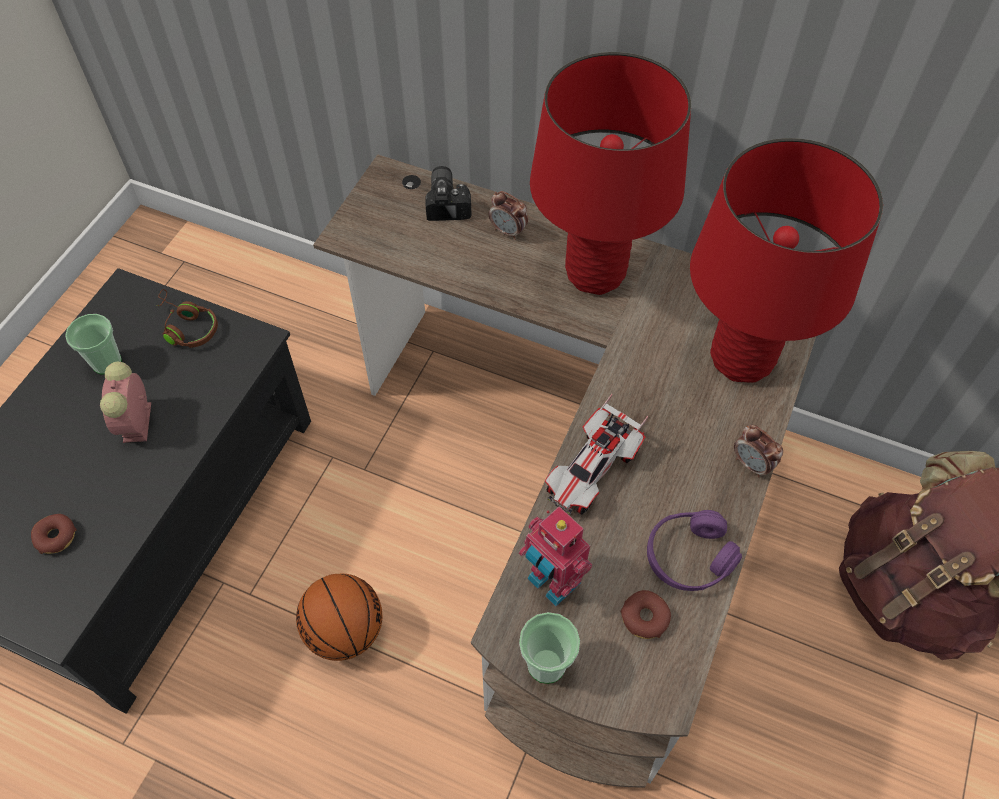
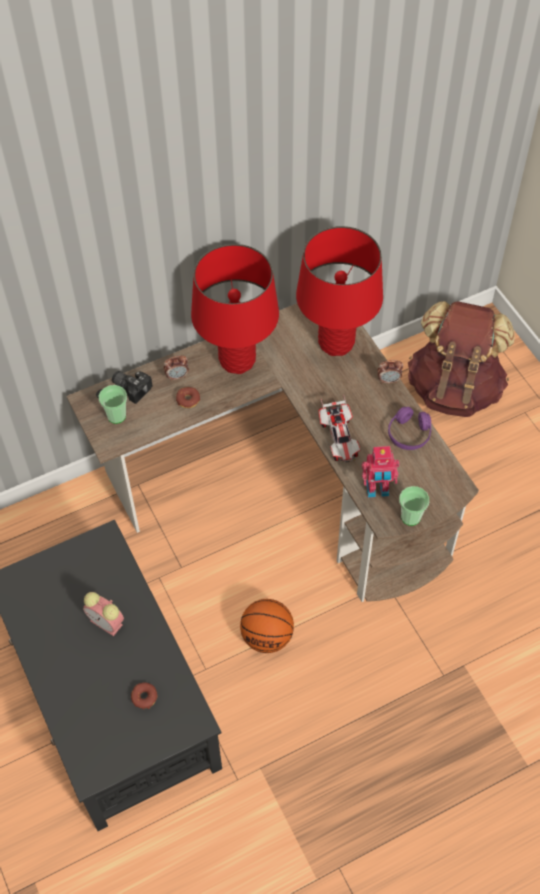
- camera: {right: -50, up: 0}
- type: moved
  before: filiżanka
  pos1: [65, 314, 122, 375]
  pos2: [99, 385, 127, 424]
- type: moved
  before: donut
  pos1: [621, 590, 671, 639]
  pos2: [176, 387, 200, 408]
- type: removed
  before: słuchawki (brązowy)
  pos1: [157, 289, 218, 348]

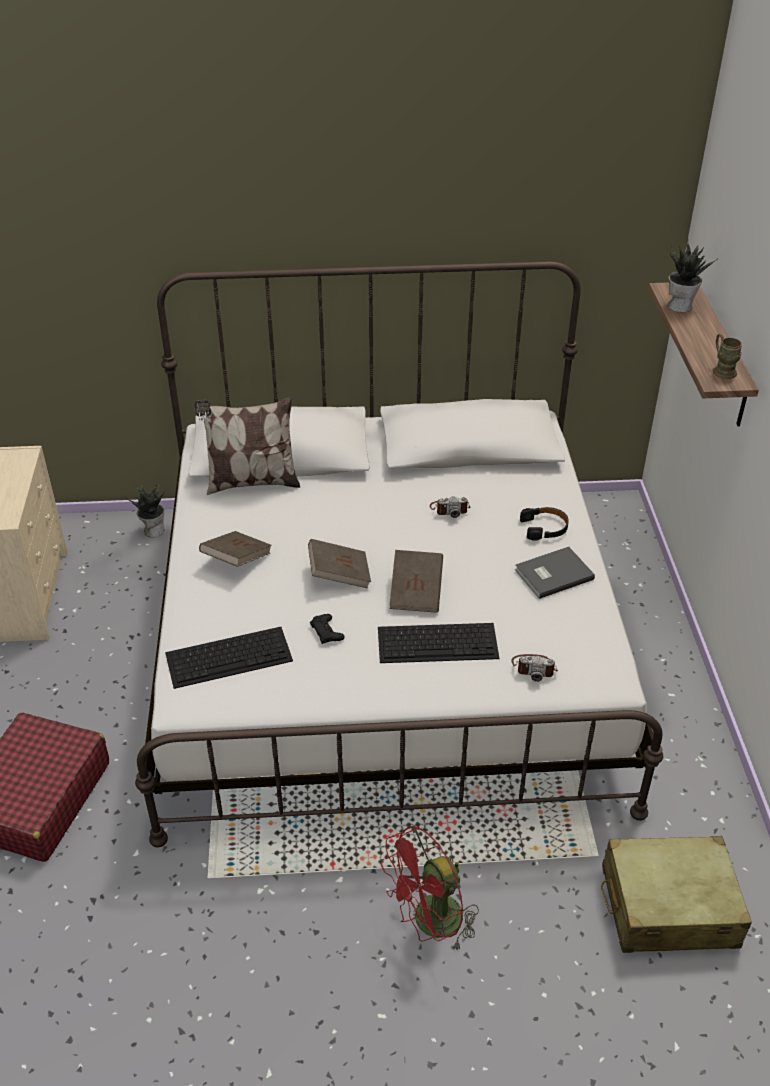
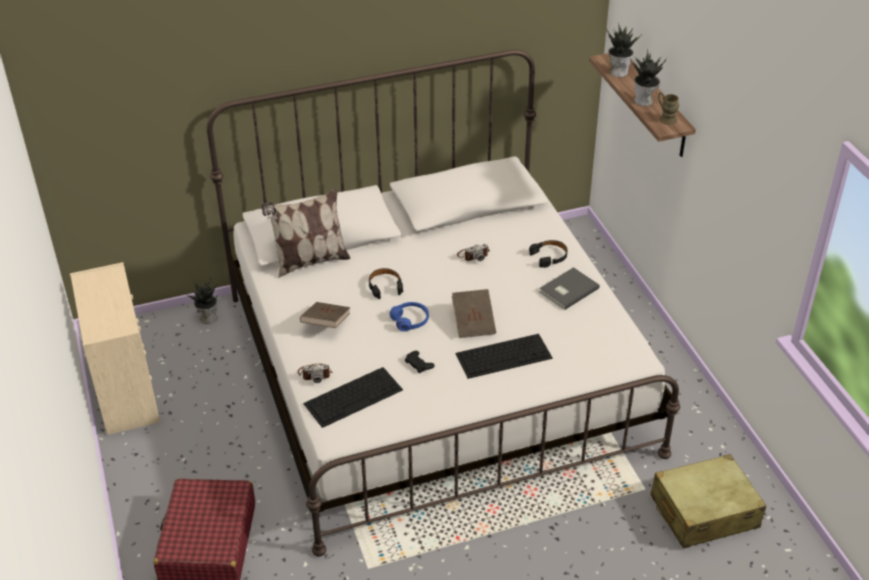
- camera: {right: -15, up: 0}
- type: moved
  before: aparat fotograficzny
  pos1: [511, 654, 558, 682]
  pos2: [298, 364, 333, 383]
- type: added
  after: słuchawki (czarny)
  pos2: [369, 268, 403, 299]
- type: replaced
  before: książka (brązowy)
  after: słuchawki (niebieski)
  pos1: [308, 539, 371, 588]
  pos2: [390, 302, 429, 331]
- type: added
  after: roślina doniczkowa
  pos2: [630, 49, 667, 106]
- type: removed
  before: wentylator (czerwony)
  pos1: [381, 825, 479, 952]

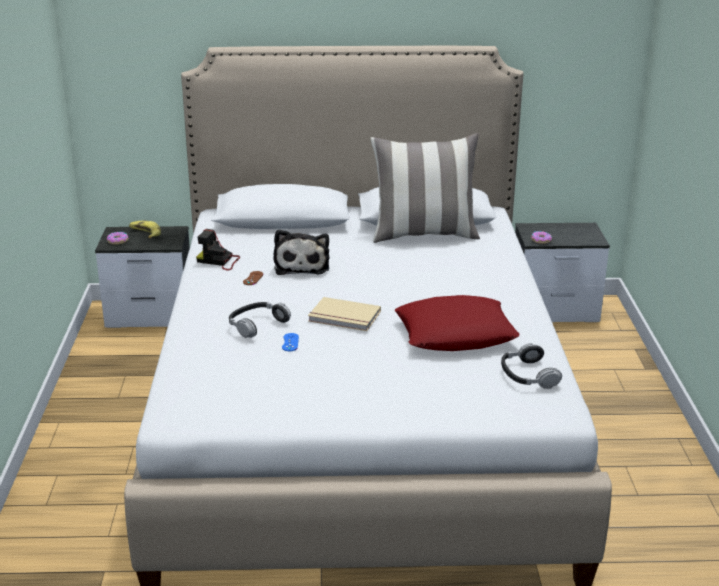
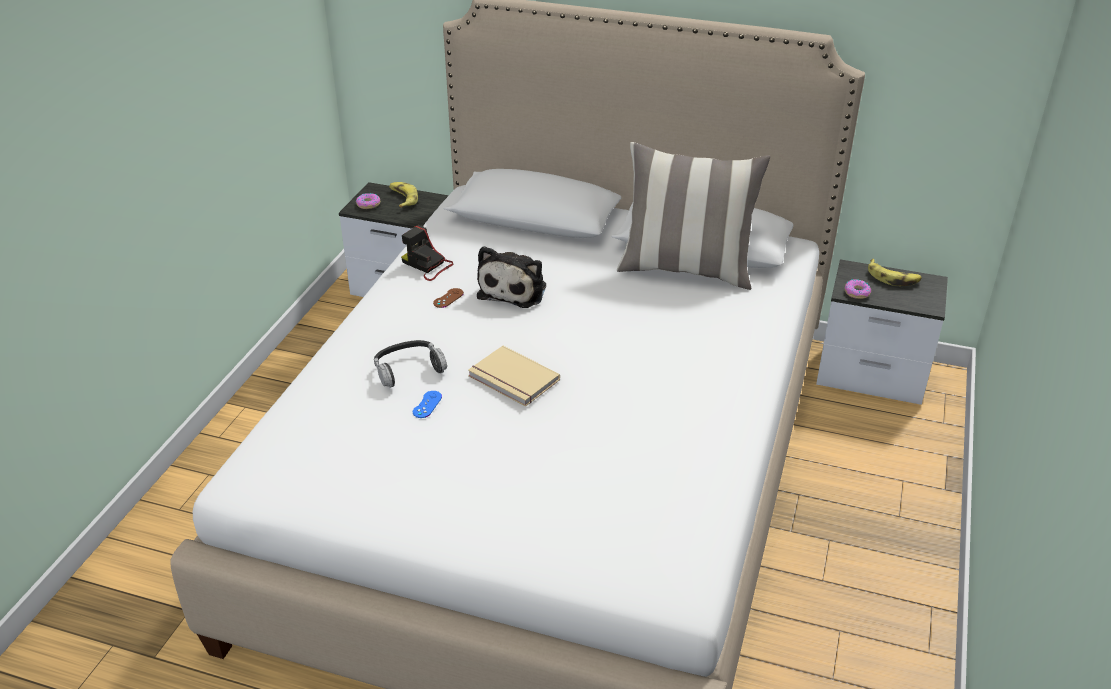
- camera: {right: 20, up: 10}
- type: added
  after: banan
  pos2: [868, 259, 922, 286]
- type: removed
  before: poduszka (czerwony)
  pos1: [395, 295, 519, 351]
- type: removed
  before: słuchawki
  pos1: [501, 343, 562, 389]

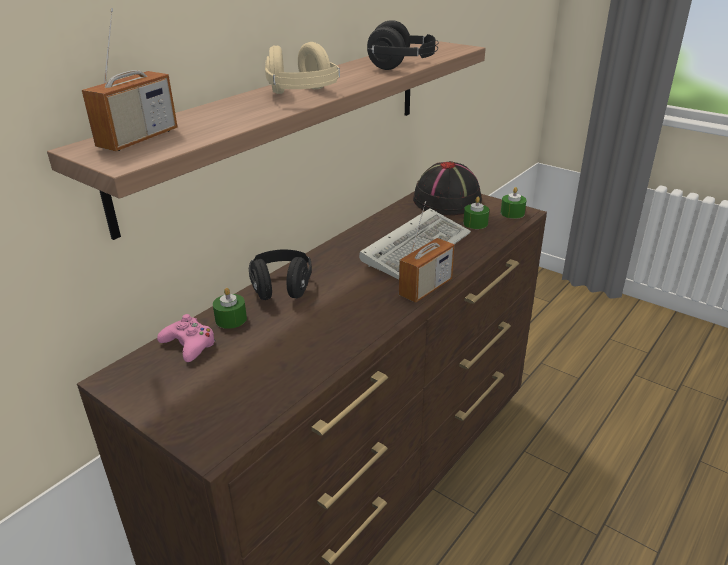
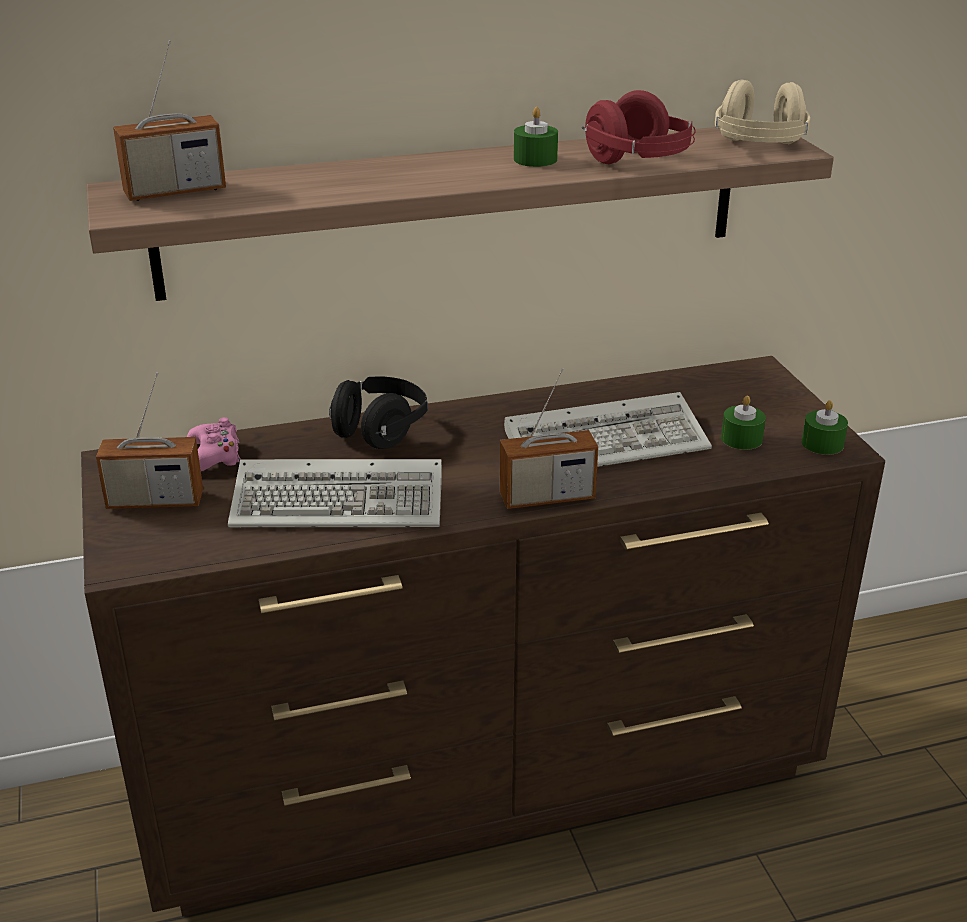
- camera: {right: 35, up: 0}
- type: added
  after: radio
  pos2: [96, 372, 203, 509]
- type: added
  after: klawiatura
  pos2: [228, 459, 442, 527]
- type: moved
  before: świeca (zielony)
  pos1: [213, 288, 247, 329]
  pos2: [514, 107, 558, 167]
- type: recoloured
  before: słuchawki (czarny)
  after: słuchawki (czerwony)
  pos1: [367, 20, 439, 70]
  pos2: [582, 90, 696, 164]
- type: moved
  before: słuchawki (beżowy)
  pos1: [265, 42, 340, 94]
  pos2: [715, 79, 810, 144]
- type: removed
  before: kapelusz (czarny)
  pos1: [413, 161, 482, 215]

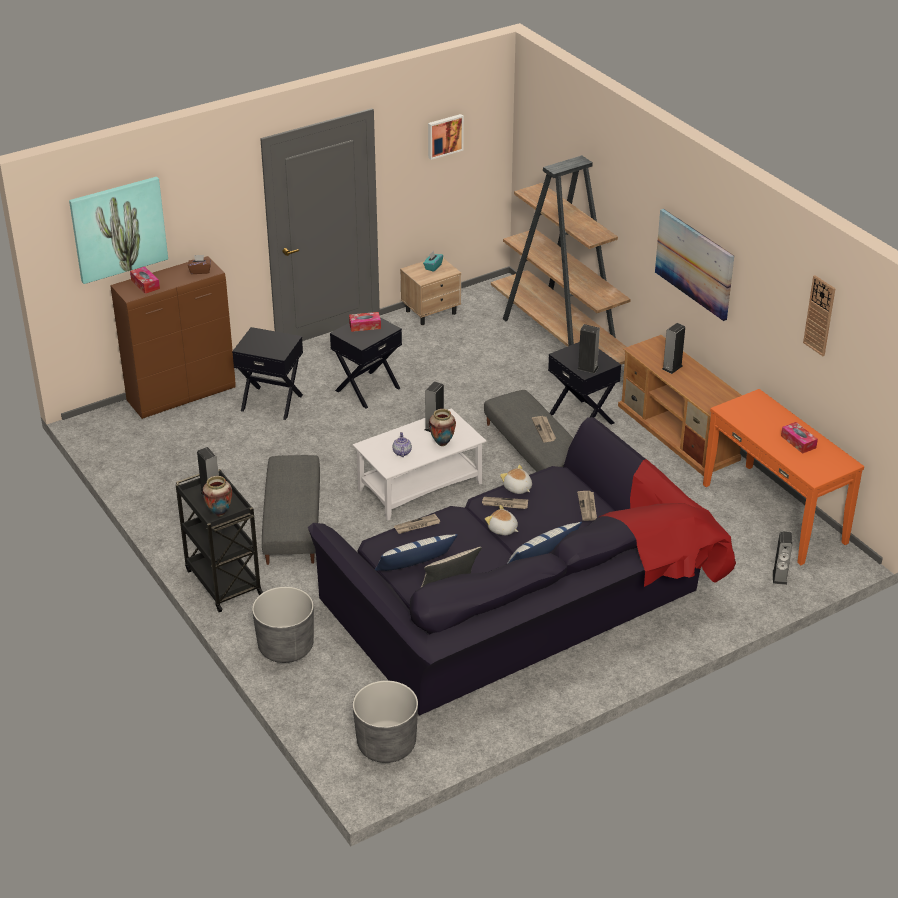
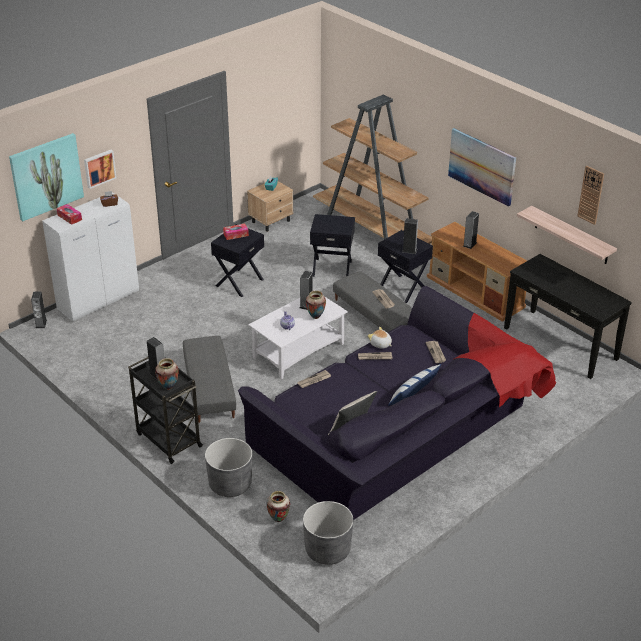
- camera: {right: -10, up: 0}
- type: moved
  before: głośnik
  pos1: [773, 531, 792, 585]
  pos2: [31, 291, 47, 328]
- type: recoloured
  before: szafka (brązowy)
  after: szafka (biały)
  pos1: [110, 256, 236, 419]
  pos2: [42, 192, 139, 322]
- type: moved
  before: obraz
  pos1: [428, 114, 464, 160]
  pos2: [84, 150, 117, 189]
- type: added
  after: wazon
  pos2: [266, 491, 290, 522]
- type: moved
  before: stolik (czarny)
  pos1: [232, 327, 303, 420]
  pos2: [310, 214, 355, 277]
- type: recoloured
  before: stolik konsolowy (pomarańczowy)
  after: stolik konsolowy (czarny)
  pos1: [703, 389, 864, 565]
  pos2: [504, 254, 632, 379]
- type: added
  after: półka
  pos2: [517, 206, 617, 264]
- type: removed
  before: poduszka
  pos1: [375, 534, 458, 571]
- type: removed
  before: pluszak
  pos1: [485, 505, 518, 535]
- type: removed
  before: pudełko chusteczek
  pos1: [781, 422, 818, 454]

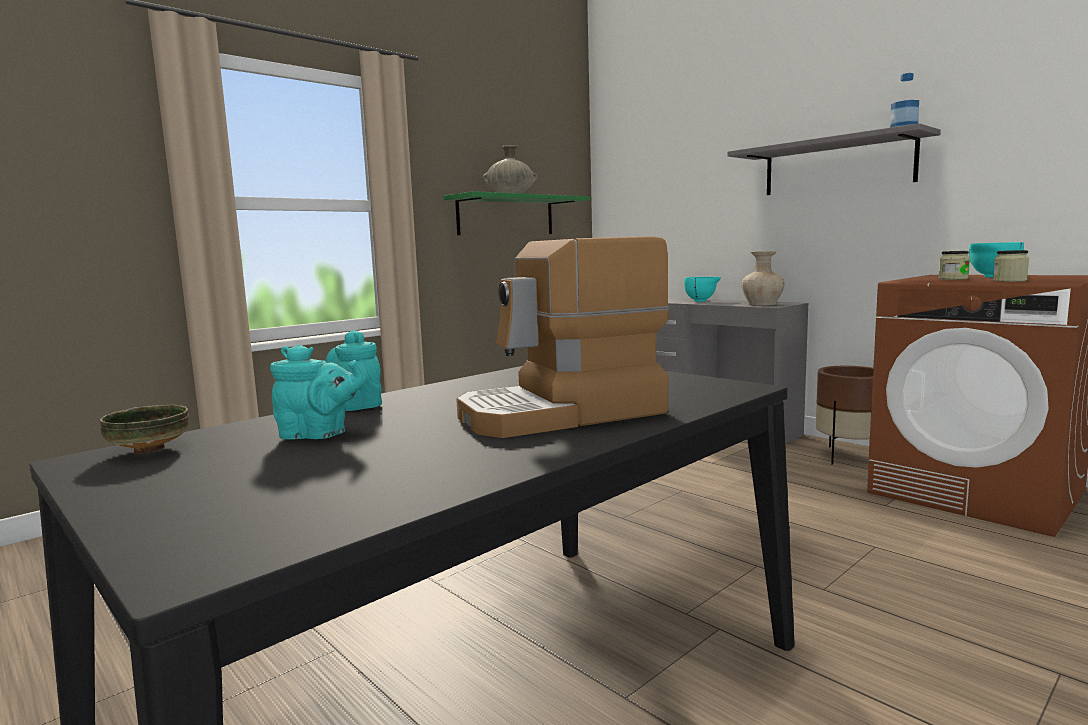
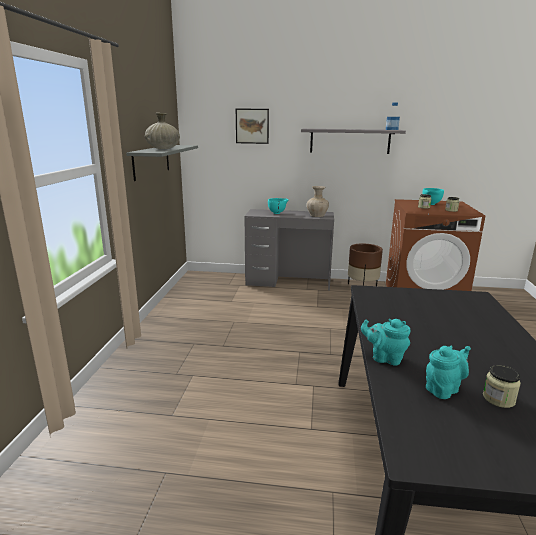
- camera: {right: -40, up: 10}
- type: recoloured
  before: półka (zielony)
  after: półka (szary)
  pos1: [443, 191, 590, 235]
  pos2: [126, 145, 198, 181]
- type: added
  after: obraz
  pos2: [236, 109, 269, 144]
- type: added
  after: słoik
  pos2: [483, 365, 521, 408]
- type: removed
  before: miska
  pos1: [100, 405, 189, 454]
- type: removed
  before: ekspres do kawy
  pos1: [456, 236, 670, 438]

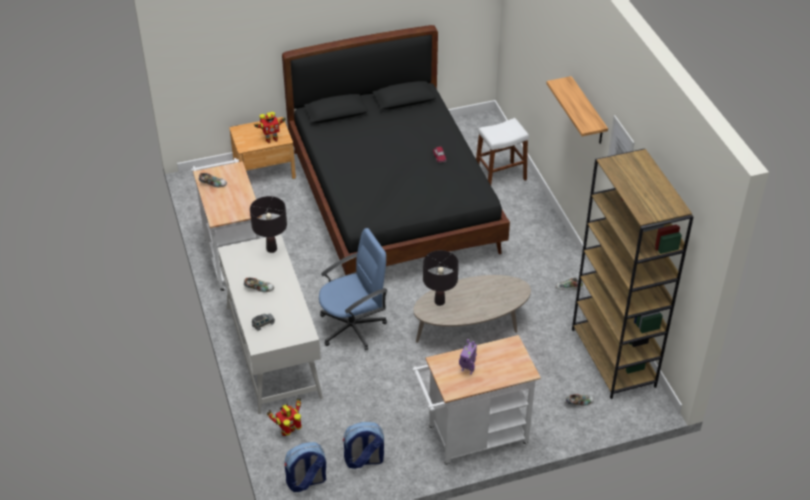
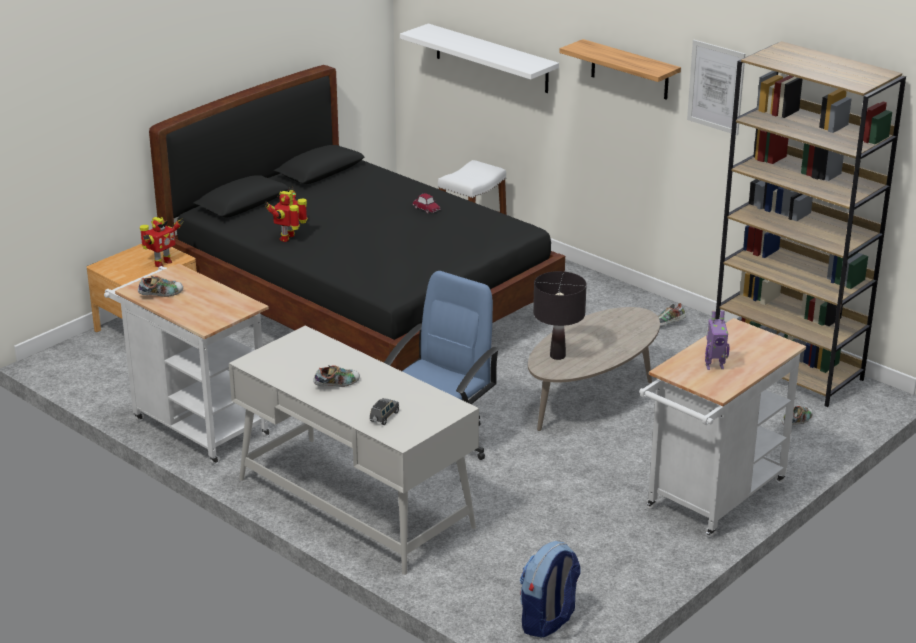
- camera: {right: -30, up: -15}
- type: moved
  before: robot zabawkowy
  pos1: [267, 398, 302, 436]
  pos2: [265, 187, 308, 242]
- type: added
  after: półka (biały)
  pos2: [400, 23, 559, 93]
- type: removed
  before: lampa stołowa (czarny)
  pos1: [250, 196, 287, 253]
- type: removed
  before: plecak
  pos1: [343, 422, 384, 469]

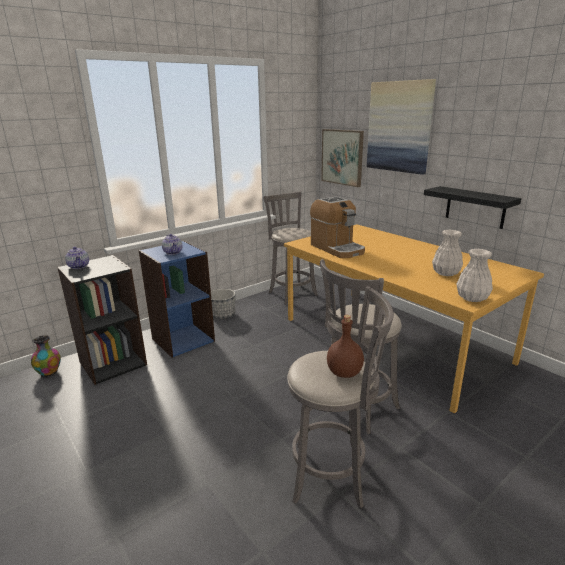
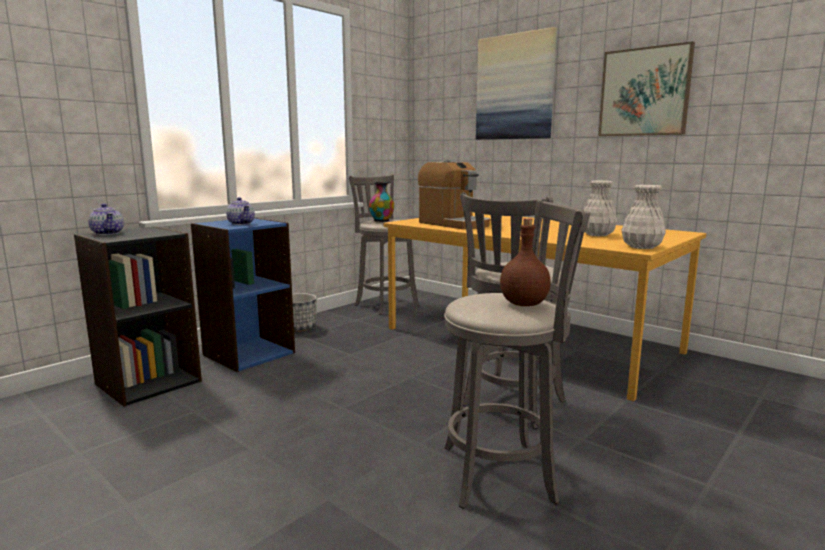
- camera: {right: -10, up: -10}
- type: moved
  before: wazon
  pos1: [31, 335, 61, 377]
  pos2: [369, 182, 394, 222]
- type: moved
  before: obraz
  pos1: [321, 129, 364, 187]
  pos2: [599, 41, 695, 136]
- type: removed
  before: półka (czarny)
  pos1: [424, 186, 521, 229]

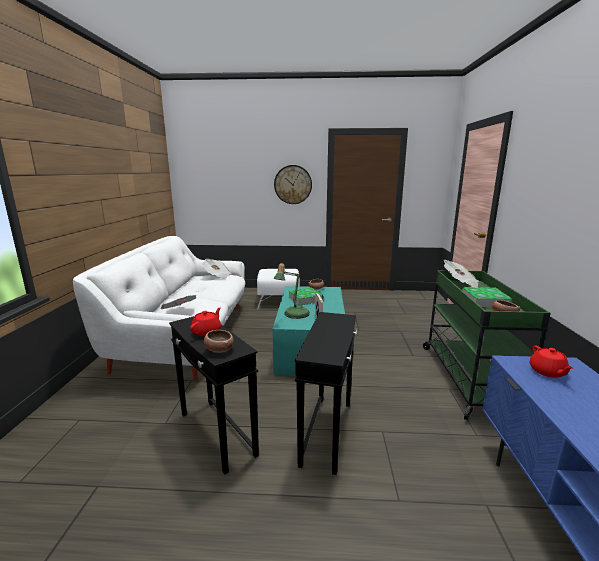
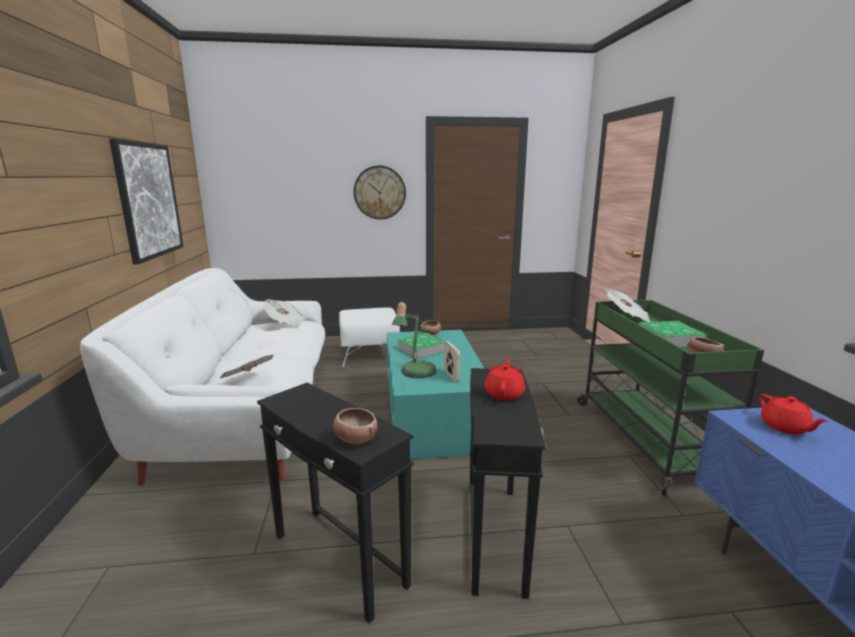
- camera: {right: -10, up: 0}
- type: added
  after: obraz
  pos2: [109, 139, 183, 264]
- type: moved
  before: imbryk (czerwony)
  pos1: [190, 307, 221, 337]
  pos2: [484, 359, 525, 400]

